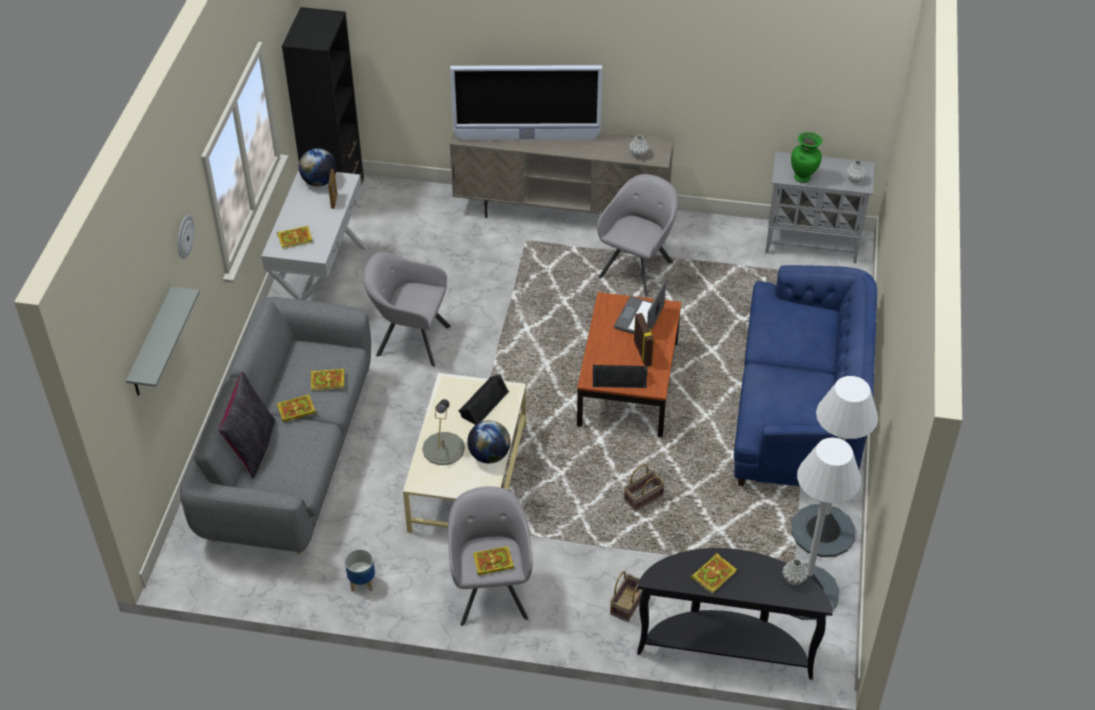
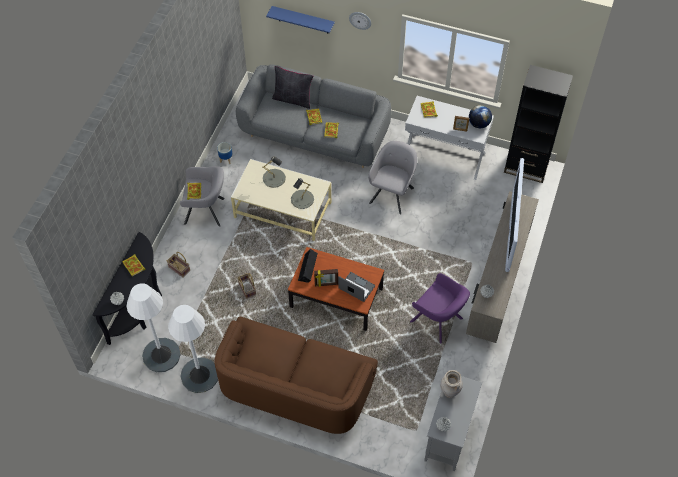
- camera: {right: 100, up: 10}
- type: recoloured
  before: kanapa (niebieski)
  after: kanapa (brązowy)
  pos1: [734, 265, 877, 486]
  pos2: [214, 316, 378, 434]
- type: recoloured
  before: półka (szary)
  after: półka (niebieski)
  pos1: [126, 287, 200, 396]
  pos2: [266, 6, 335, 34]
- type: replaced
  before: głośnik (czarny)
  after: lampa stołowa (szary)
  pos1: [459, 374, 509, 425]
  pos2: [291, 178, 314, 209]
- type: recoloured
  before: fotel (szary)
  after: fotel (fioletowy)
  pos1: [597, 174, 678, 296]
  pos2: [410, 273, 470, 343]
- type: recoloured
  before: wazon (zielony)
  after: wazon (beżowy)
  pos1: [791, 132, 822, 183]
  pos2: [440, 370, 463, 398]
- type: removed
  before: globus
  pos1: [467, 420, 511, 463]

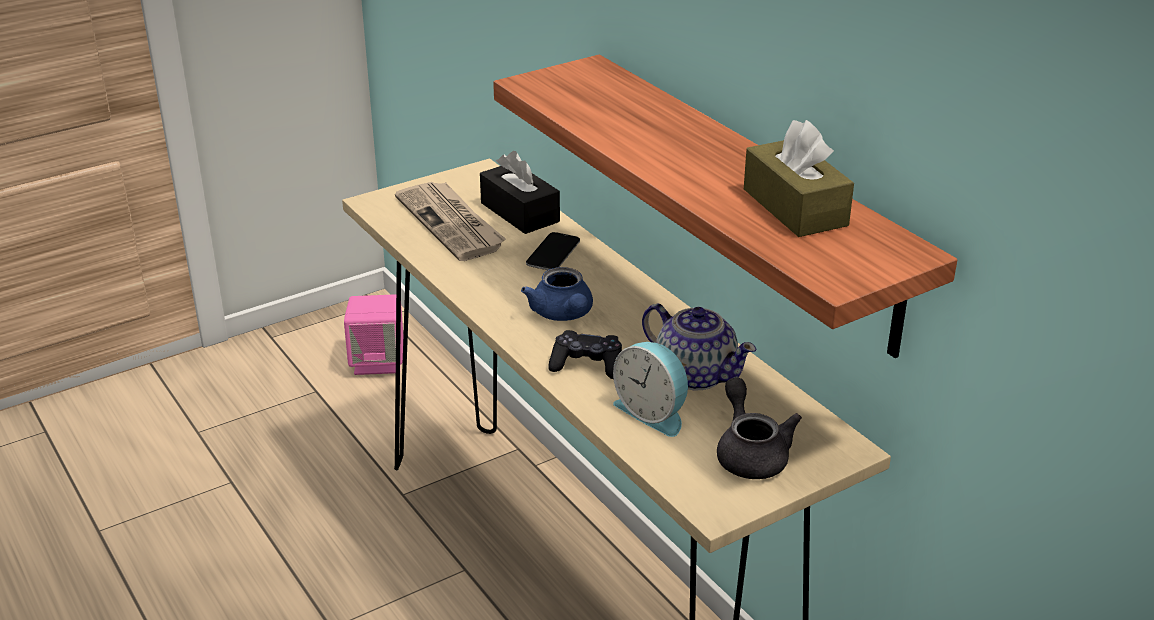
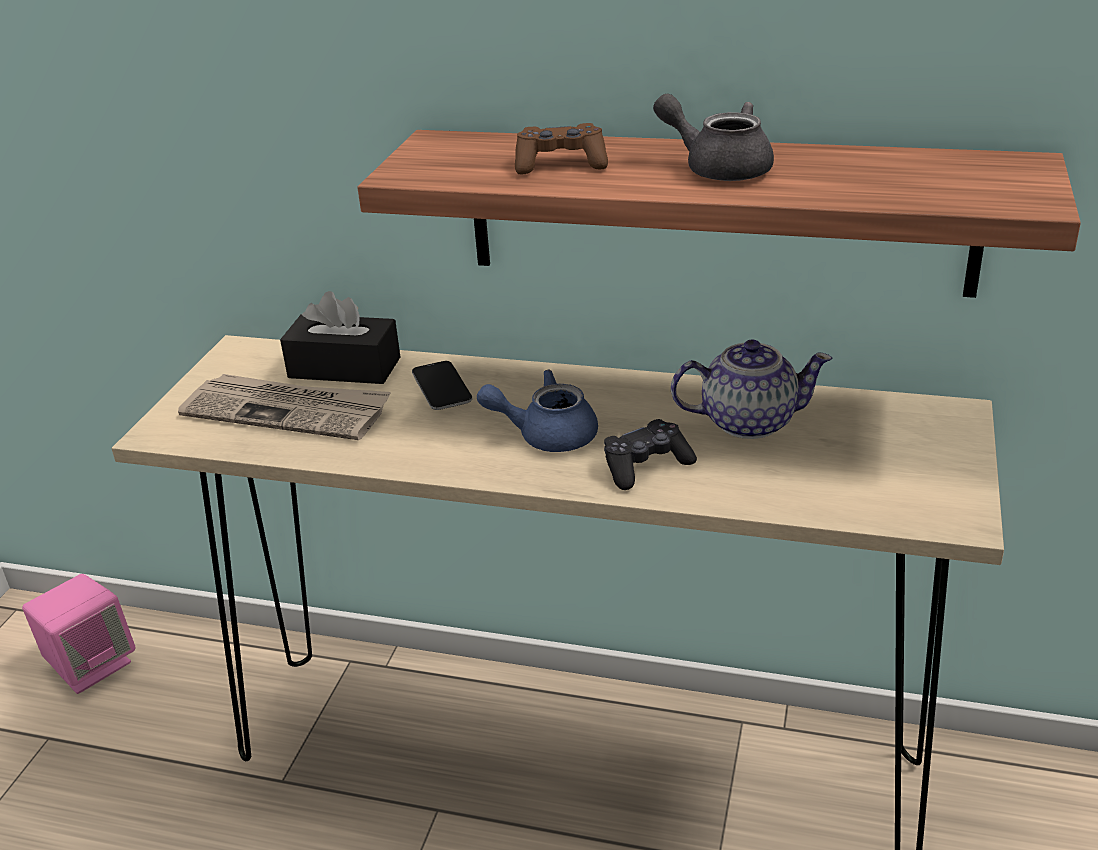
- camera: {right: -40, up: 0}
- type: turned
  before: imbryk (niebieski)
  pos1: [521, 267, 593, 321]
  pos2: [477, 370, 598, 452]
  turn: 150
- type: added
  after: pad do gier (brązowy)
  pos2: [515, 123, 608, 175]
- type: moved
  before: imbryk (szary)
  pos1: [717, 378, 802, 479]
  pos2: [653, 94, 774, 181]
- type: removed
  before: budzik
  pos1: [613, 342, 688, 437]
- type: removed
  before: pudełko chusteczek (brązowy)
  pos1: [744, 120, 854, 237]

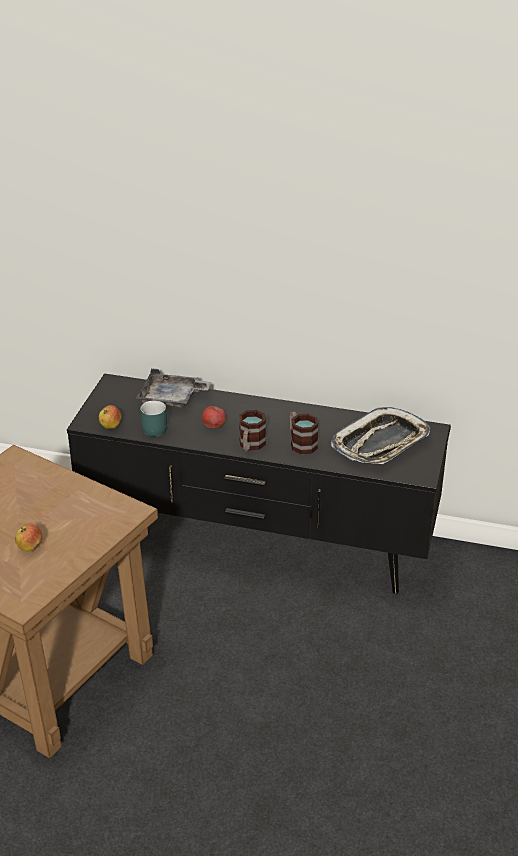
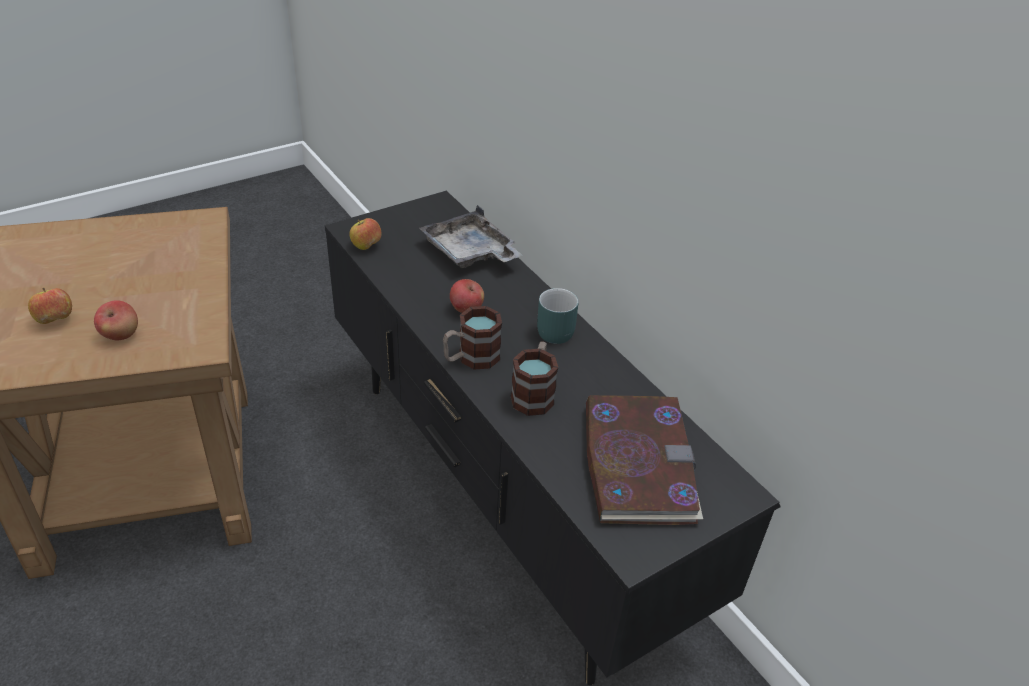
- camera: {right: 40, up: 5}
- type: added
  after: jabłko
  pos2: [94, 300, 138, 340]
- type: moved
  before: kubek (turkusowy)
  pos1: [140, 400, 167, 437]
  pos2: [537, 288, 578, 344]
- type: replaced
  before: taca
  after: książka
  pos1: [331, 407, 430, 464]
  pos2: [586, 395, 703, 525]

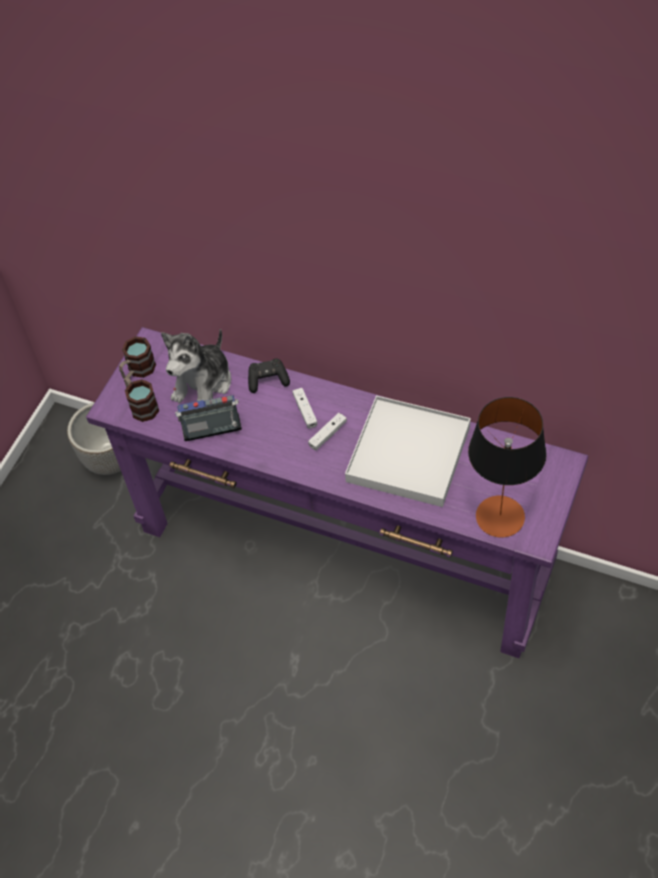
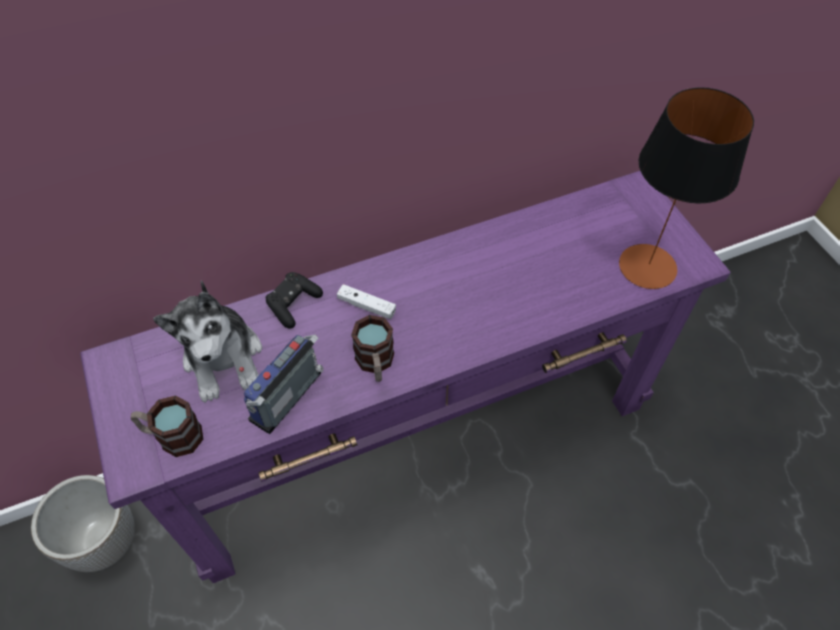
- camera: {right: -50, up: 0}
- type: moved
  before: kubek
  pos1: [119, 336, 156, 378]
  pos2: [351, 315, 394, 382]
- type: removed
  before: pad do gier (biały)
  pos1: [308, 413, 347, 451]
- type: removed
  before: taca (biały)
  pos1: [345, 395, 471, 507]

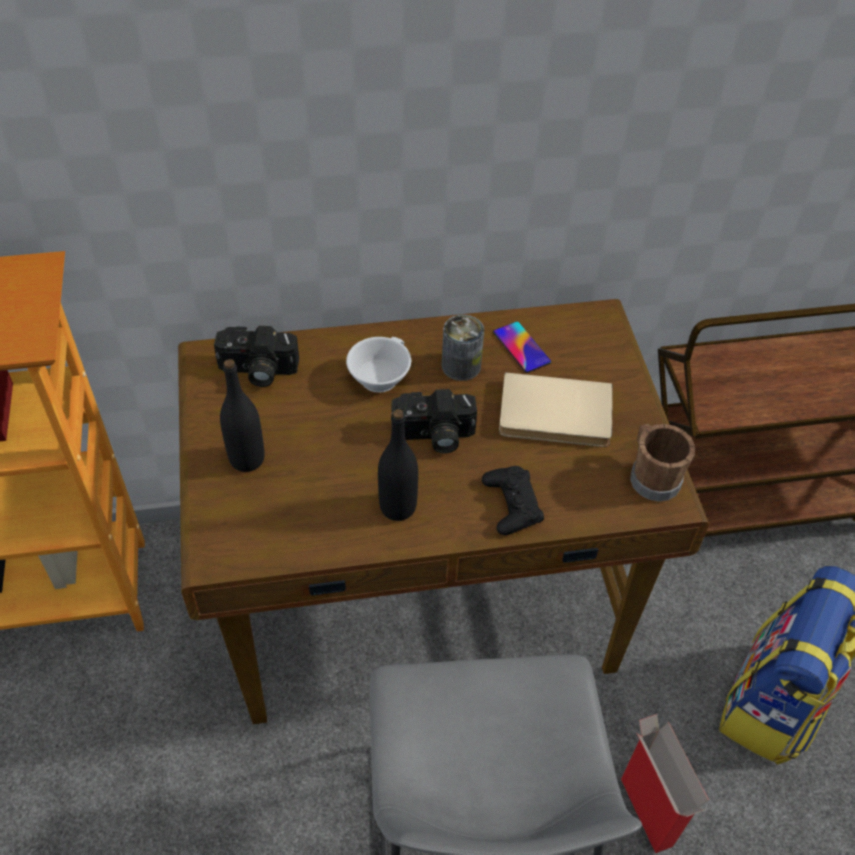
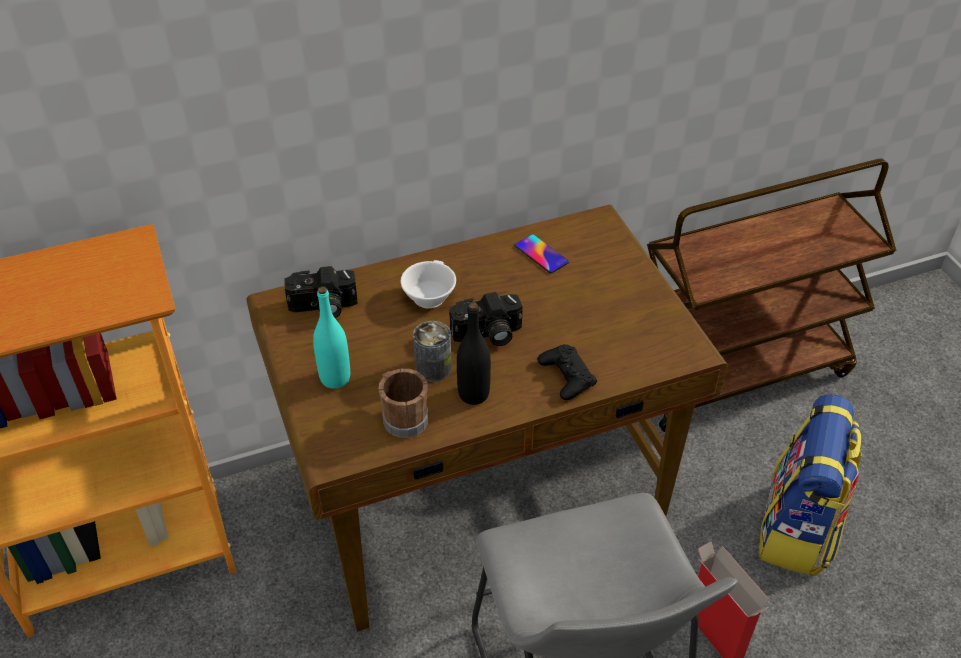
- camera: {right: -10, up: -5}
- type: recoloured
  before: butelka (czarny)
  after: butelka (turkusowy)
  pos1: [220, 359, 265, 472]
  pos2: [313, 286, 350, 389]
- type: moved
  before: kubek (brązowy)
  pos1: [630, 424, 695, 502]
  pos2: [379, 369, 428, 438]
- type: moved
  before: puszka
  pos1: [442, 315, 484, 381]
  pos2: [413, 321, 452, 382]
- type: removed
  before: książka (beżowy)
  pos1: [499, 372, 613, 447]

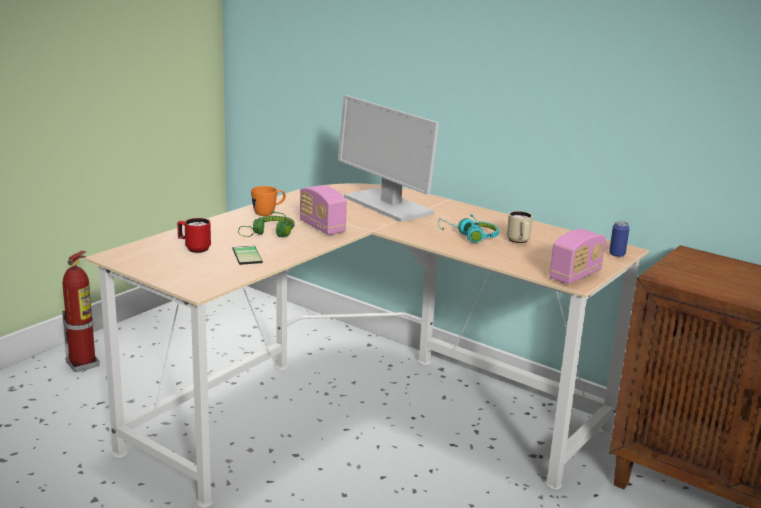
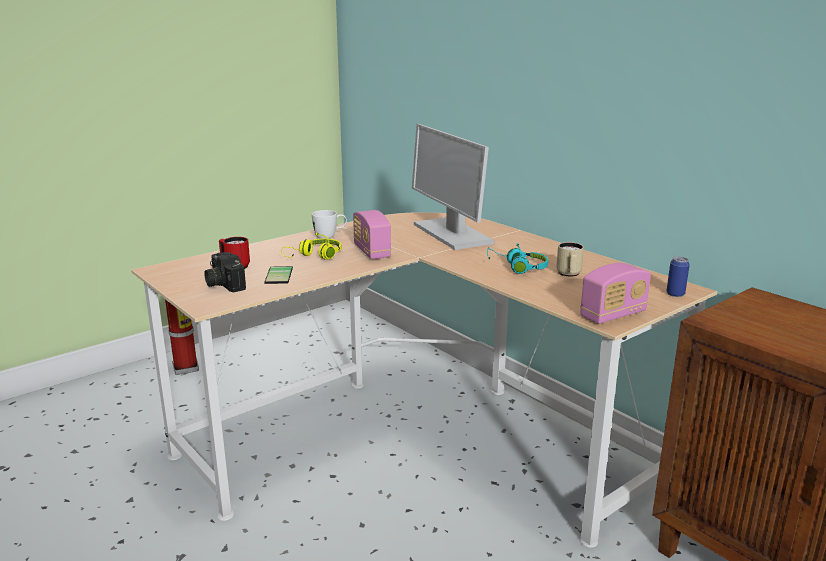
- camera: {right: 15, up: 0}
- type: added
  after: aparat fotograficzny
  pos2: [204, 252, 246, 292]
- type: recoloured
  before: słuchawki (zielony)
  after: słuchawki (żółty)
  pos1: [238, 211, 294, 237]
  pos2: [281, 233, 342, 260]
- type: recoloured
  before: kubek (pomarańczowy)
  after: kubek (biały)
  pos1: [251, 186, 286, 216]
  pos2: [312, 210, 347, 239]

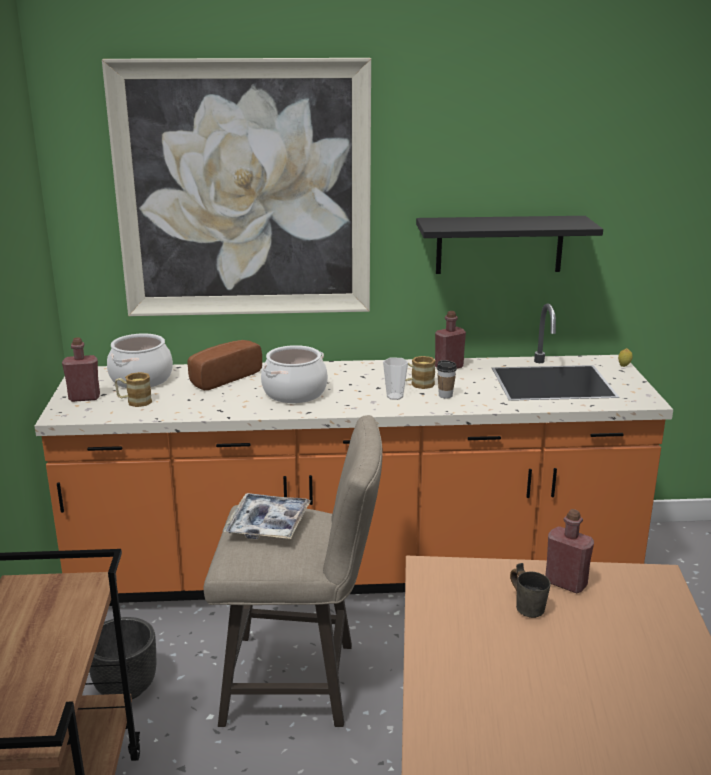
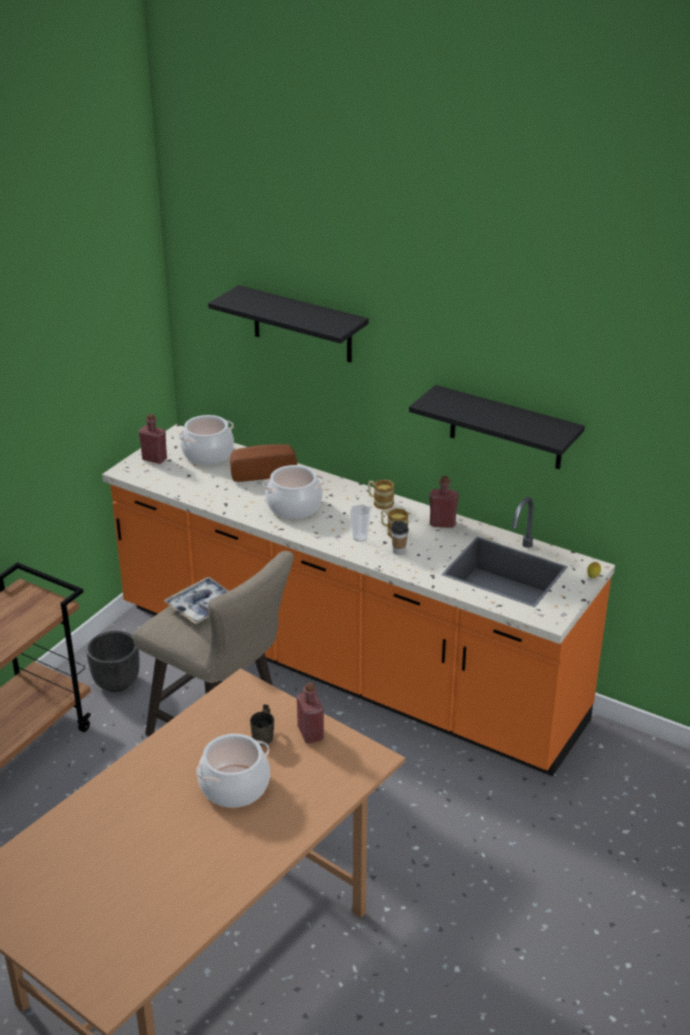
- camera: {right: 35, up: 10}
- type: added
  after: garnek
  pos2: [196, 734, 270, 808]
- type: replaced
  before: obraz
  after: półka (czarny)
  pos1: [102, 58, 371, 316]
  pos2: [208, 285, 369, 363]
- type: moved
  before: kubek
  pos1: [115, 372, 152, 407]
  pos2: [368, 479, 394, 510]

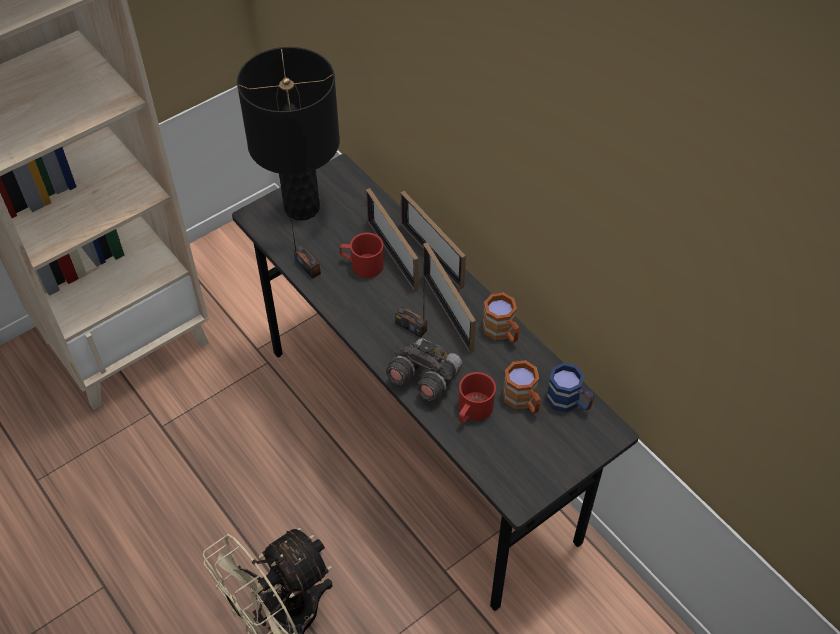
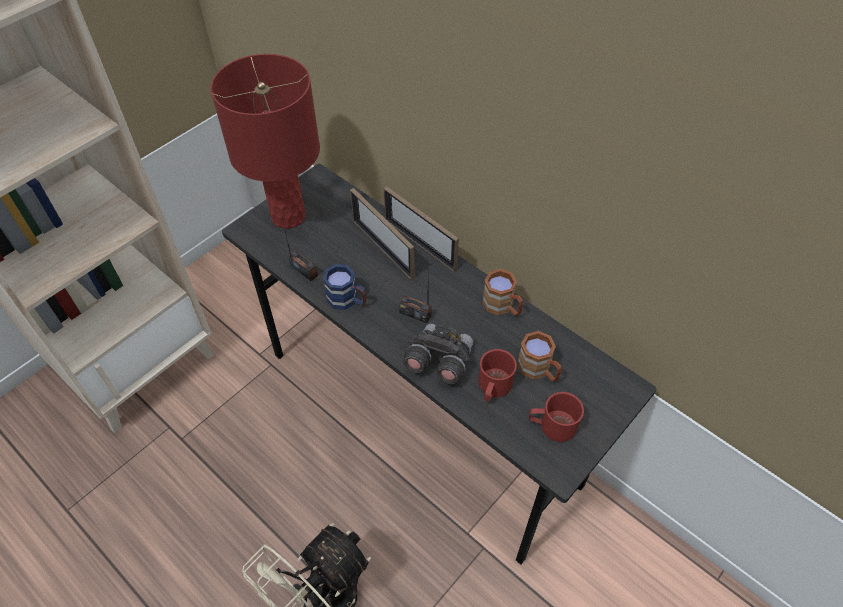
- camera: {right: -10, up: 0}
- type: recoloured
  before: lampa stołowa (czarny)
  after: lampa stołowa (czerwony)
  pos1: [237, 47, 340, 220]
  pos2: [210, 54, 320, 229]
- type: moved
  before: kubek (niebieski)
  pos1: [546, 363, 594, 412]
  pos2: [323, 264, 366, 310]
- type: moved
  before: kubek (czerwony)
  pos1: [340, 233, 384, 278]
  pos2: [529, 392, 584, 442]
- type: removed
  before: ramka na zdjęcie
  pos1: [423, 242, 476, 353]

